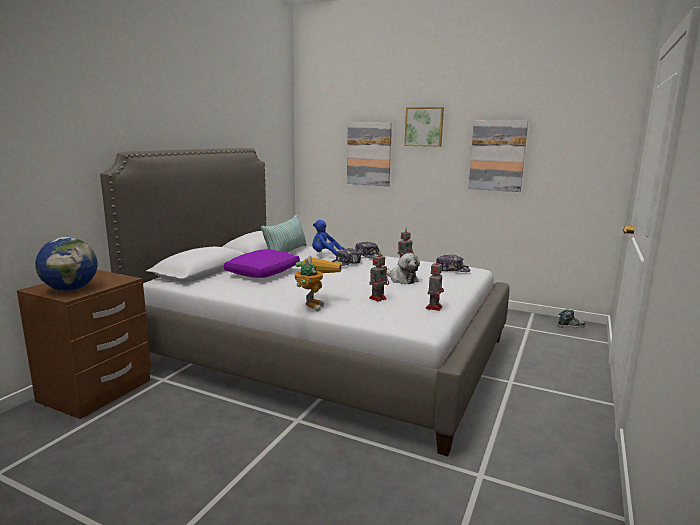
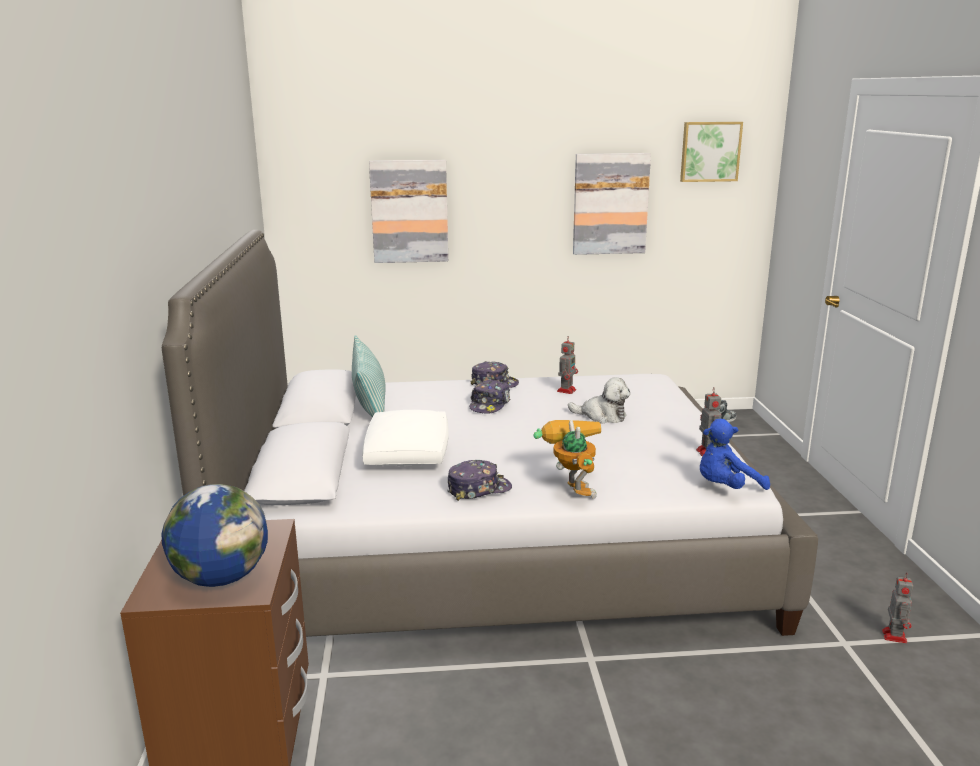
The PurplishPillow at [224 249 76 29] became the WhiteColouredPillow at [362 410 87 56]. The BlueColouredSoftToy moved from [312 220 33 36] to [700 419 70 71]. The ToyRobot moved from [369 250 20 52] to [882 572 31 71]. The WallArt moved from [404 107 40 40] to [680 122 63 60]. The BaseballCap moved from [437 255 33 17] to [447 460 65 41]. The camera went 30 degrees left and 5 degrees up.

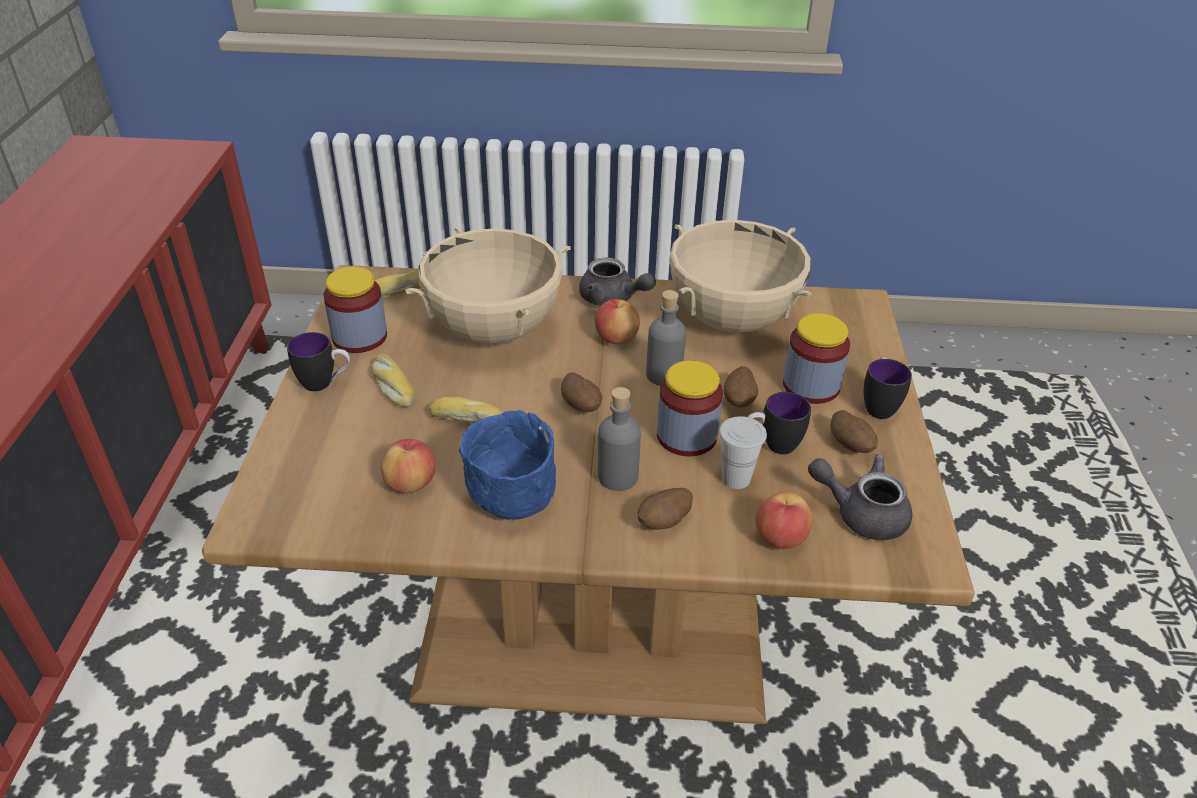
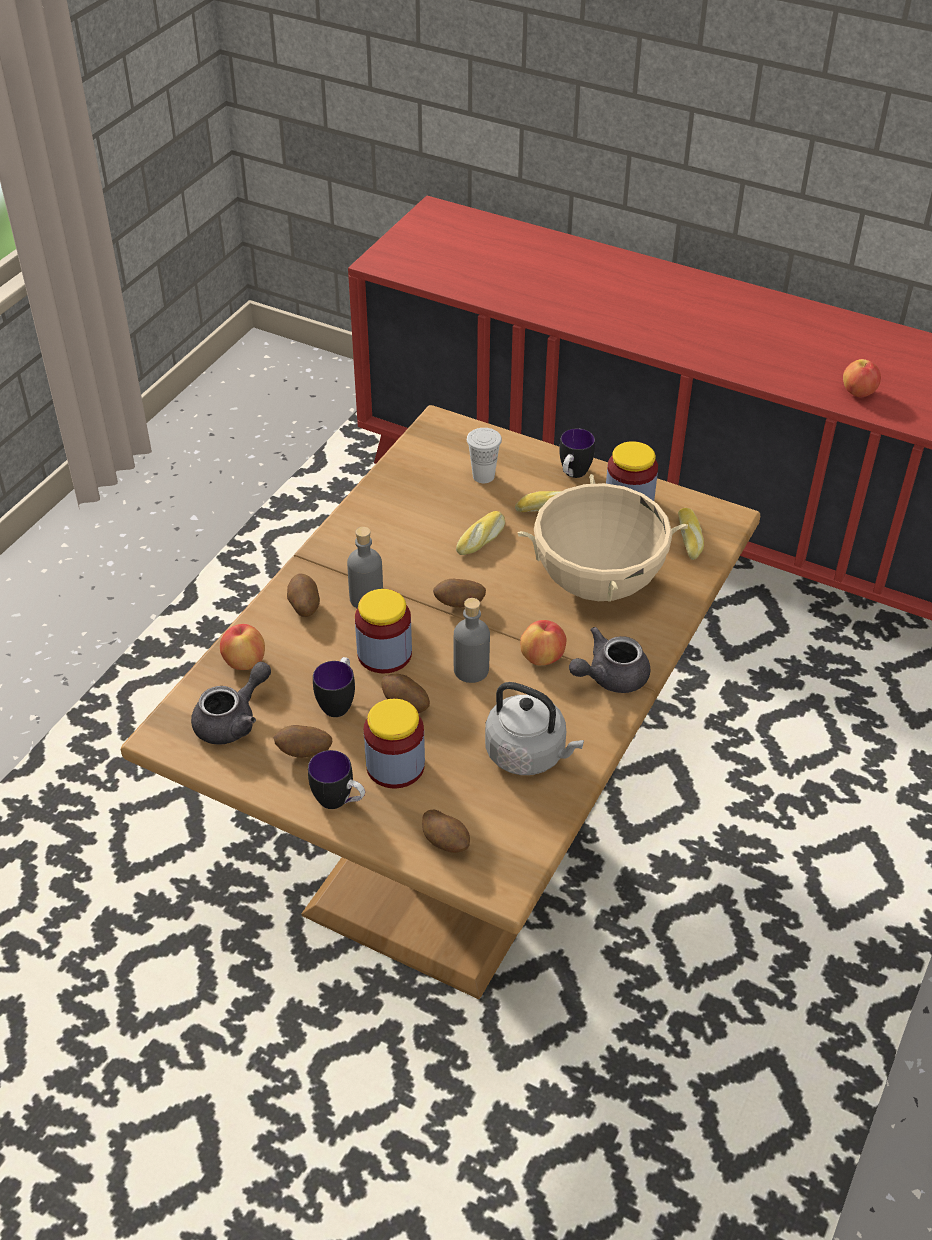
The AppleFruit moved from [380 439 55 54] to [843 359 38 38]. The BlueColouredServingBowl at [459 410 97 110] disappeared. The BeigeColouredCookingPot at [669 220 143 113] was replaced by the GreyishTeaKettle at [485 682 99 93]. The WhiteColouredDrinkingCup moved from [719 416 48 73] to [467 428 35 55]. The Potato at [422 810 48 43] appeared. The camera went 115 degrees right and 5 degrees up.

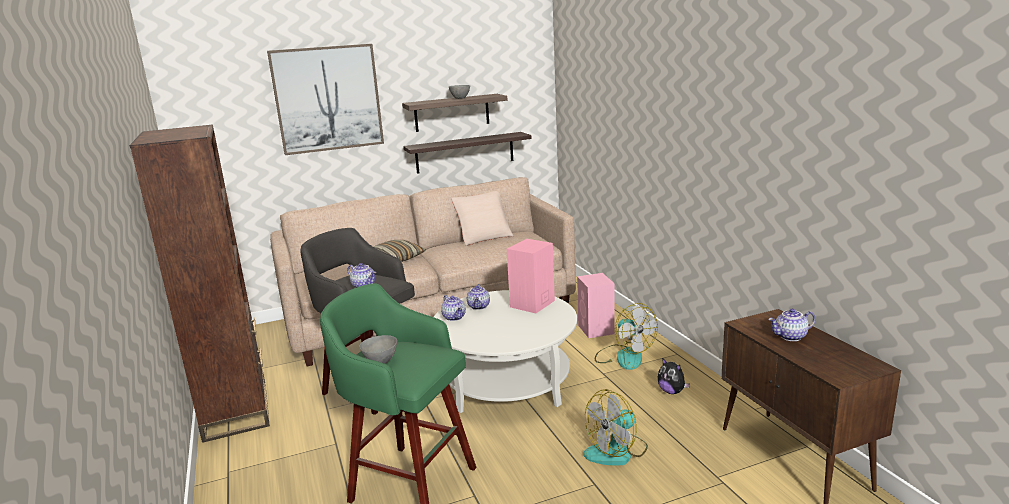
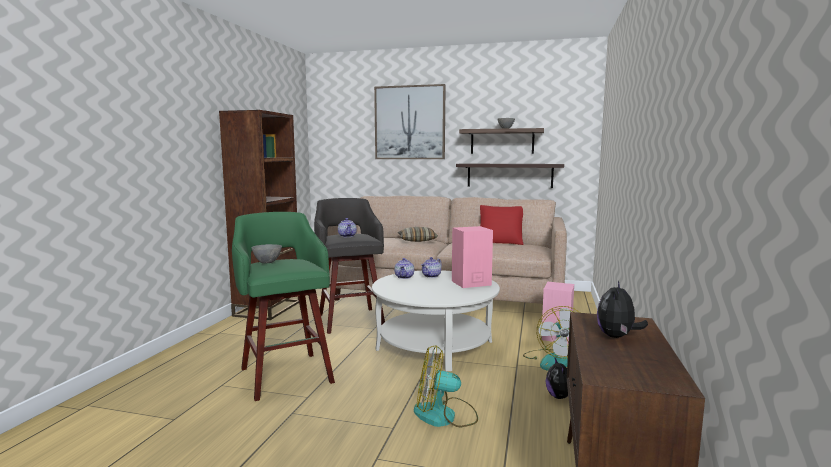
The BeigeColouredPillow at [451 191 62 55] became the RedPillow at [480 205 44 40]. The TeaPot at [768 309 48 32] was replaced by the SoftToy at [597 281 51 57]. The camera went 35 degrees right and 10 degrees down.

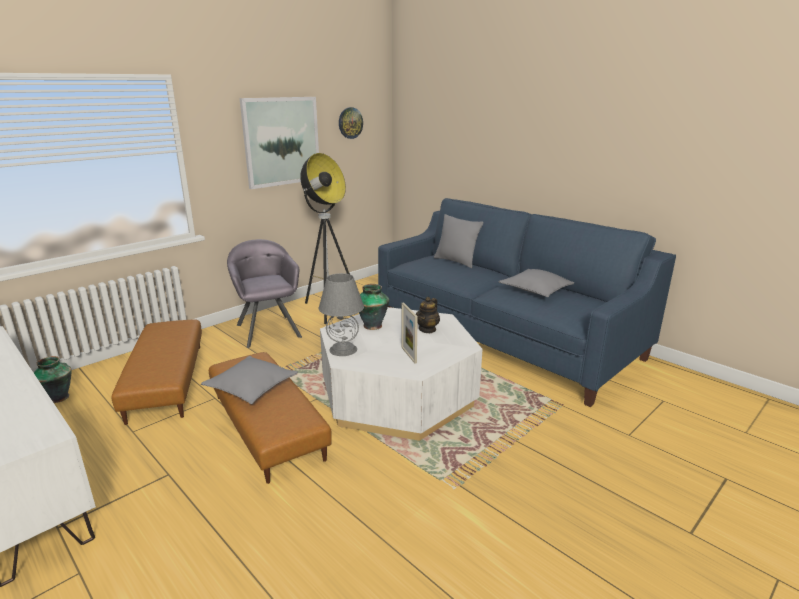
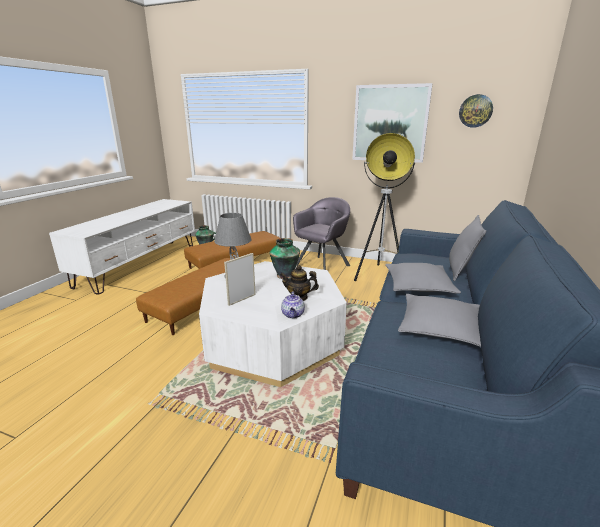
The GreyishPillow moved from [201 356 97 48] to [385 263 76 30]. The TeaPot at [281 291 24 28] appeared. The camera went 65 degrees right and 0 degrees up.

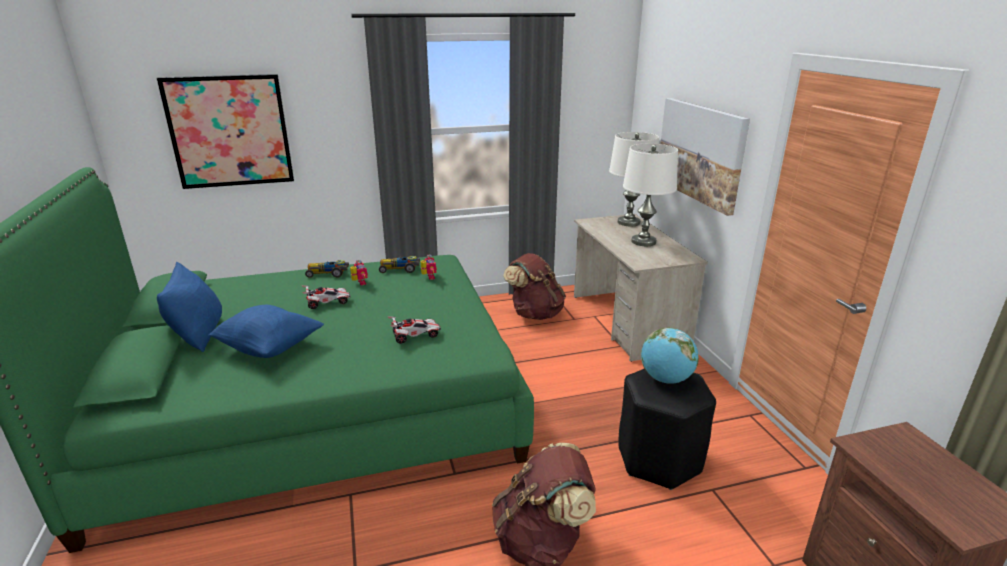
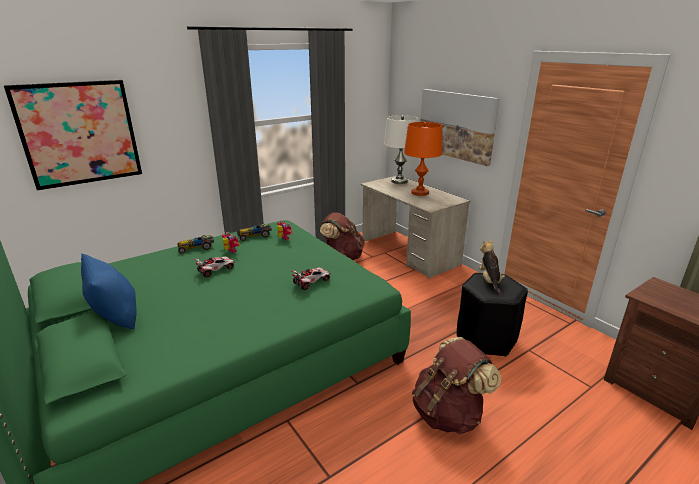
The BlueColouredPillow at [208 305 116 53] disappeared. The WhiteColouredTabletopLamp at [623 144 55 102] became the OrangeColouredTabletopLamp at [404 122 38 74]. The DeskGlobe at [641 328 58 56] was replaced by the SoftToy at [479 239 26 57]. The camera went 20 degrees left and 0 degrees up.

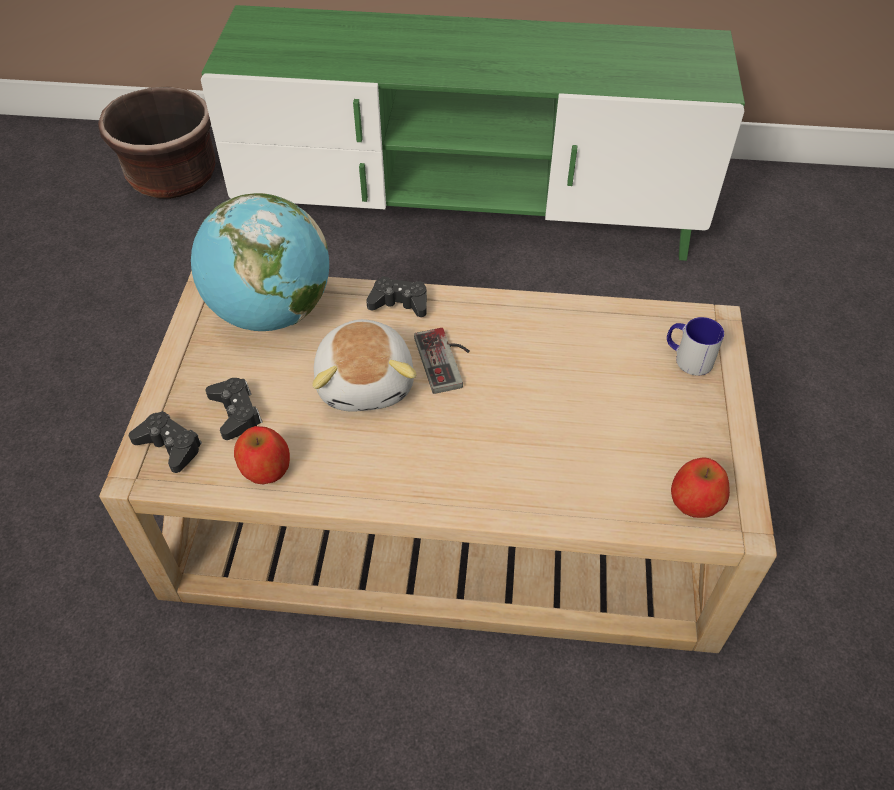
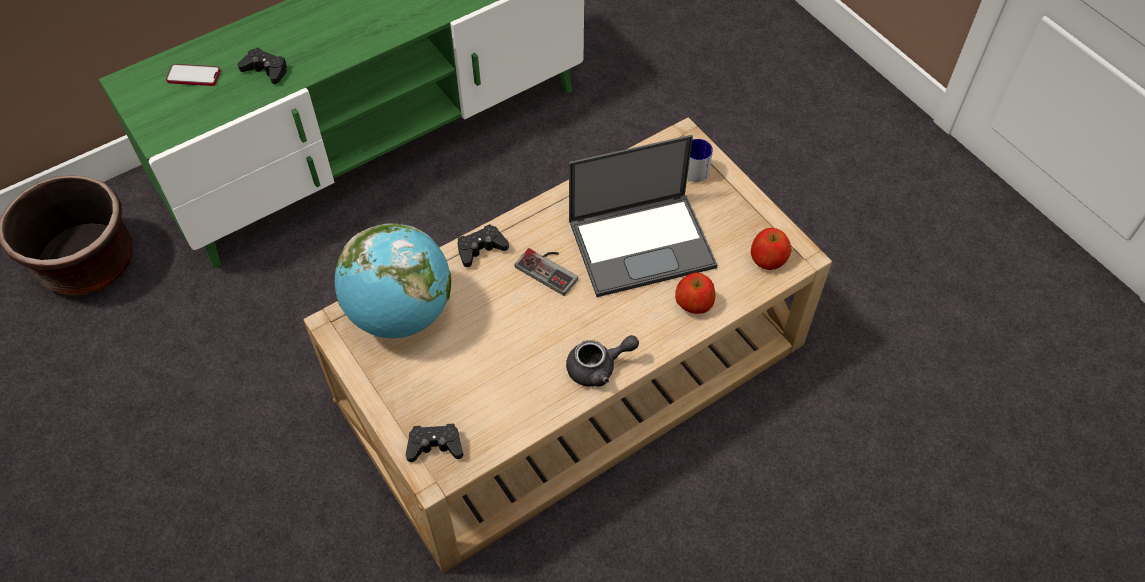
The BlackGameController moved from [206 378 57 62] to [238 48 49 36]. The AppleFruit moved from [234 426 56 58] to [675 273 41 41]. The SoftToy at [313 319 103 93] disappeared. The Phone at [166 64 55 22] appeared. The GreyishTeaPot at [566 335 73 51] appeared. The Laptop at [569 135 148 162] appeared. The camera went 40 degrees left and 5 degrees up.

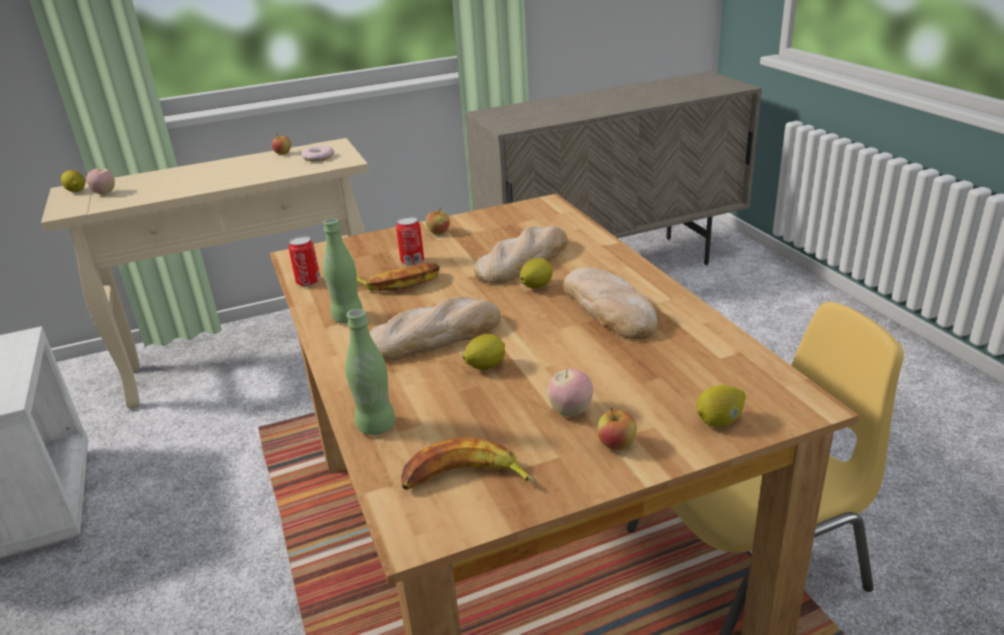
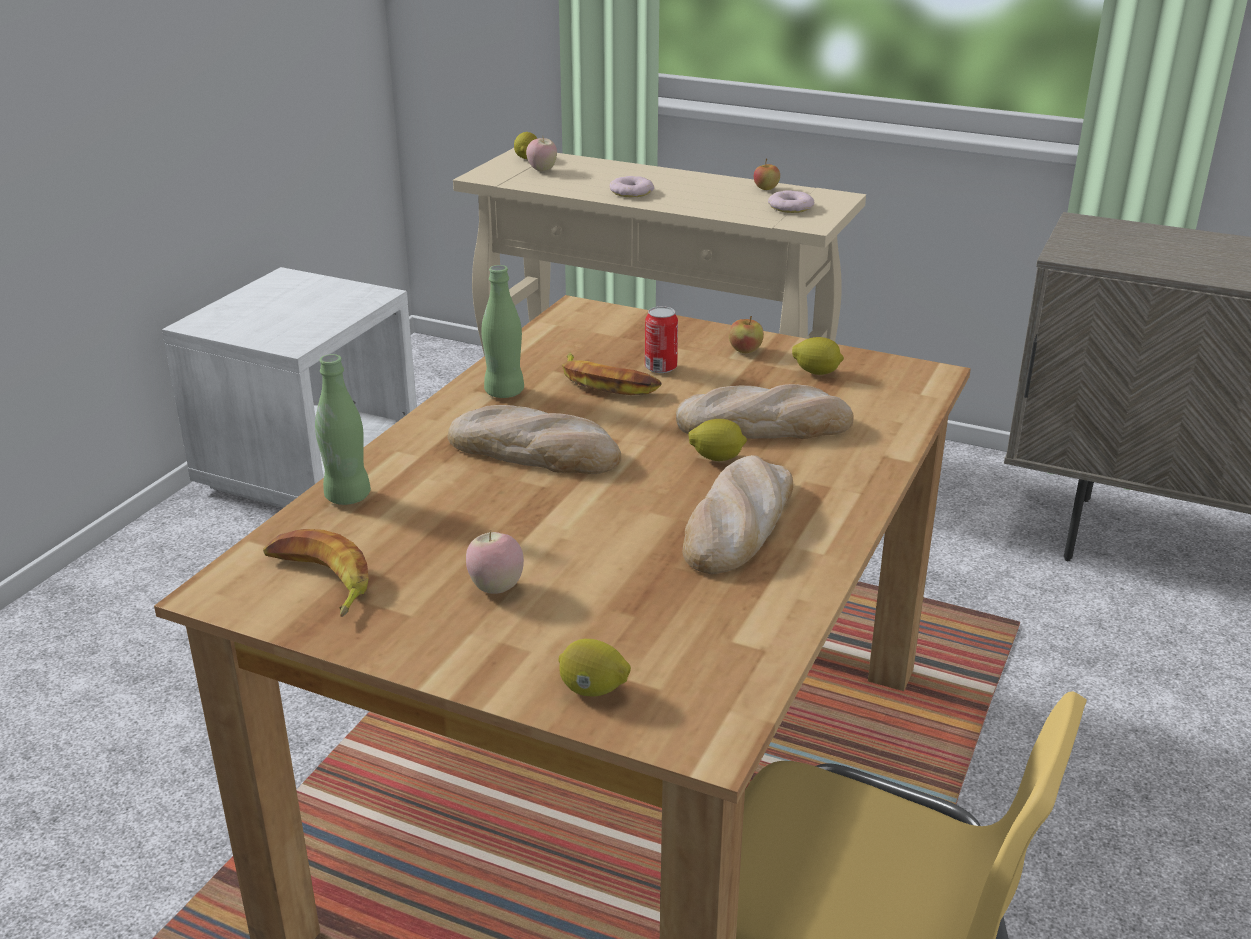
The MetalCan at [289 236 31 50] disappeared. The CitrusFruit moved from [463 334 42 36] to [792 337 52 38]. The AppleFruit at [597 407 40 43] disappeared. The Doughnut at [609 176 45 21] appeared. The camera went 45 degrees right and 0 degrees up.

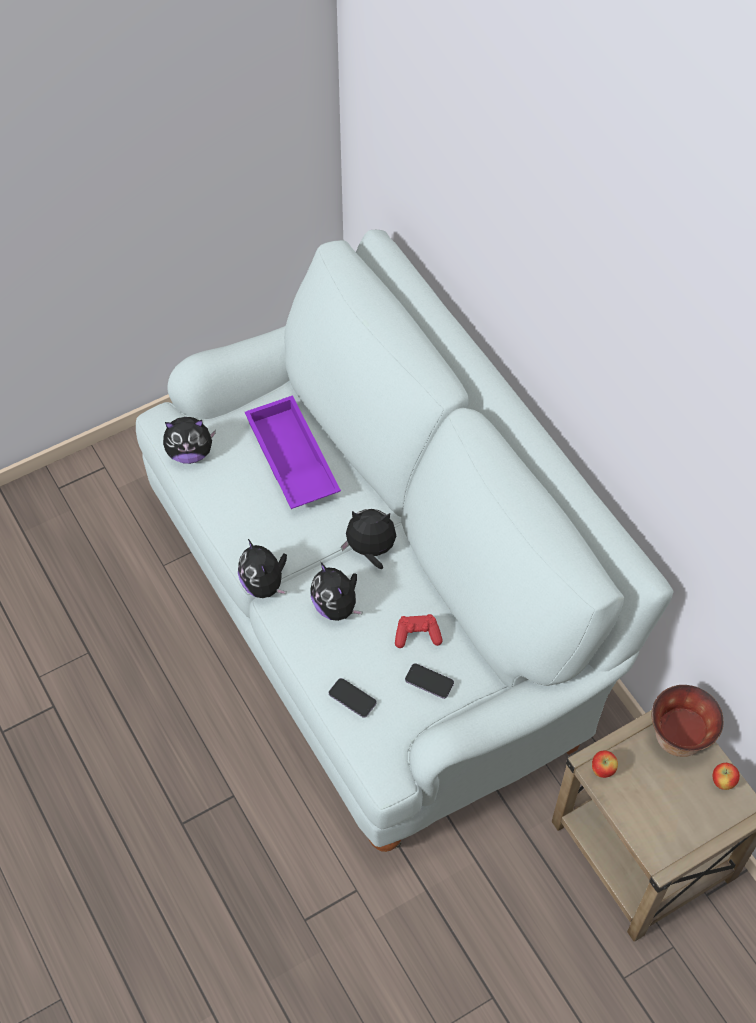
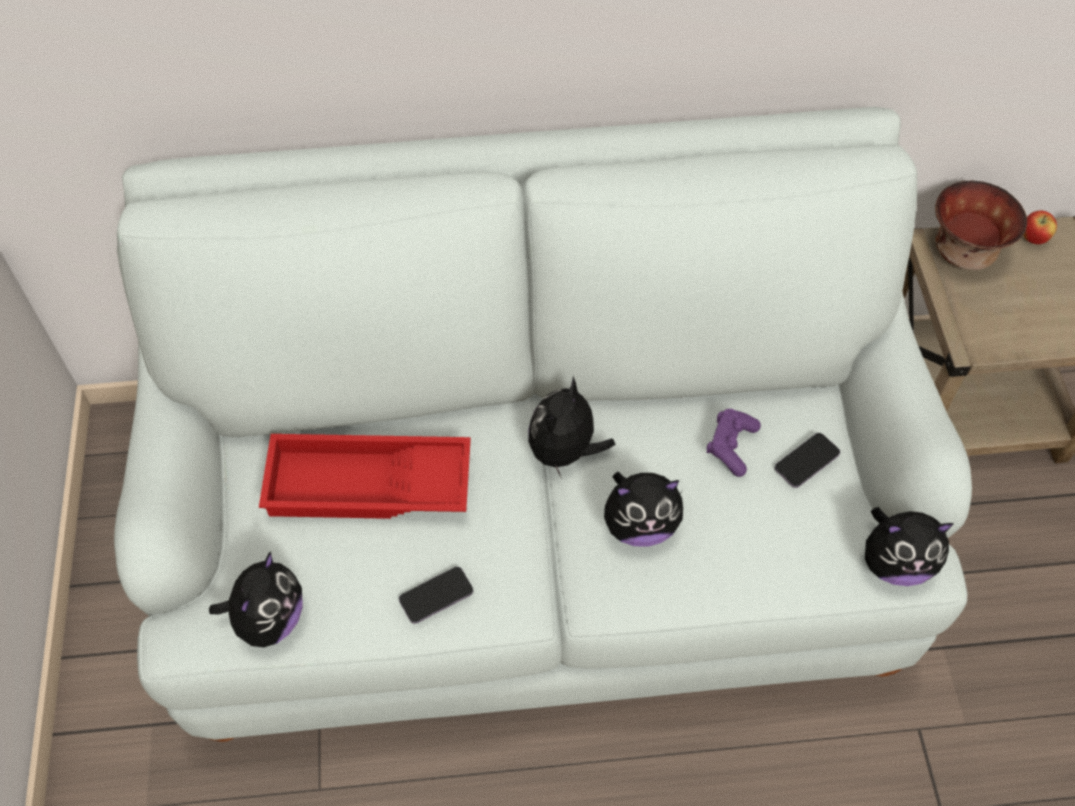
The SoftToy moved from [238 539 49 59] to [865 507 89 79]. The PurplishCarryingTray at [245 395 96 114] became the RedCarryingTray at [259 434 212 85]. The Phone moved from [329 678 48 40] to [399 567 74 57]. The RedGameController at [395 614 48 34] became the PurplishGameController at [706 409 55 68]. The AppleFruit at [592 750 26 28] disappeared. The camera went 65 degrees left and 0 degrees up.

